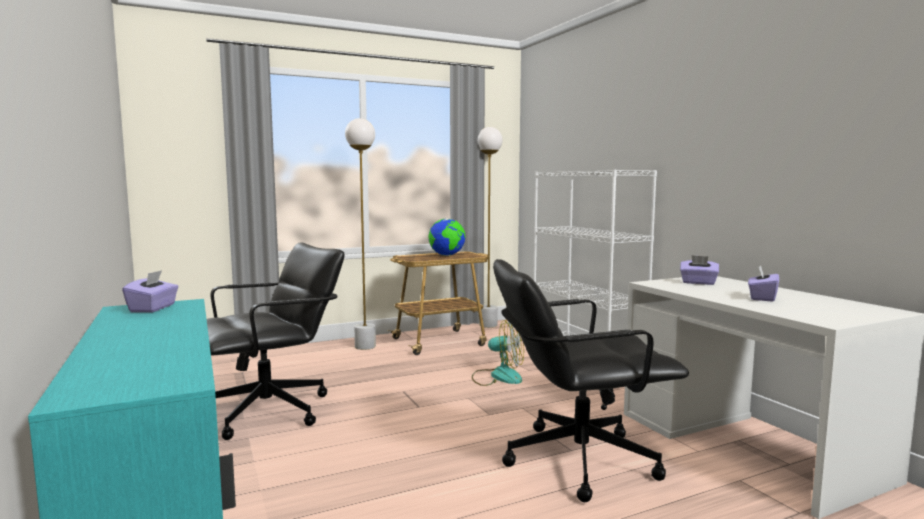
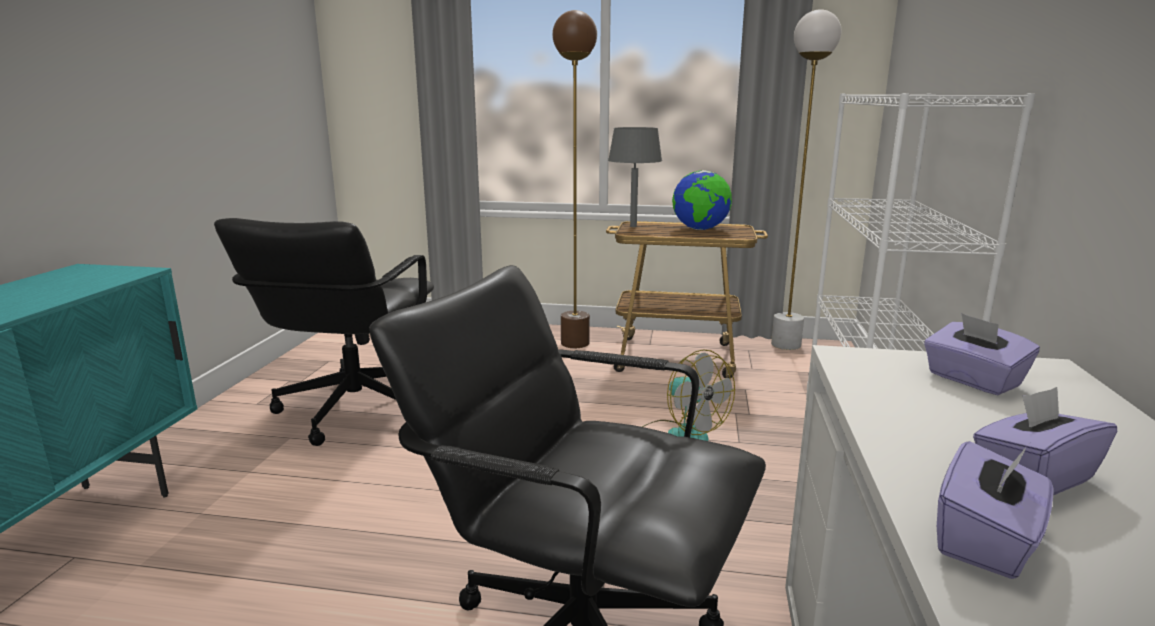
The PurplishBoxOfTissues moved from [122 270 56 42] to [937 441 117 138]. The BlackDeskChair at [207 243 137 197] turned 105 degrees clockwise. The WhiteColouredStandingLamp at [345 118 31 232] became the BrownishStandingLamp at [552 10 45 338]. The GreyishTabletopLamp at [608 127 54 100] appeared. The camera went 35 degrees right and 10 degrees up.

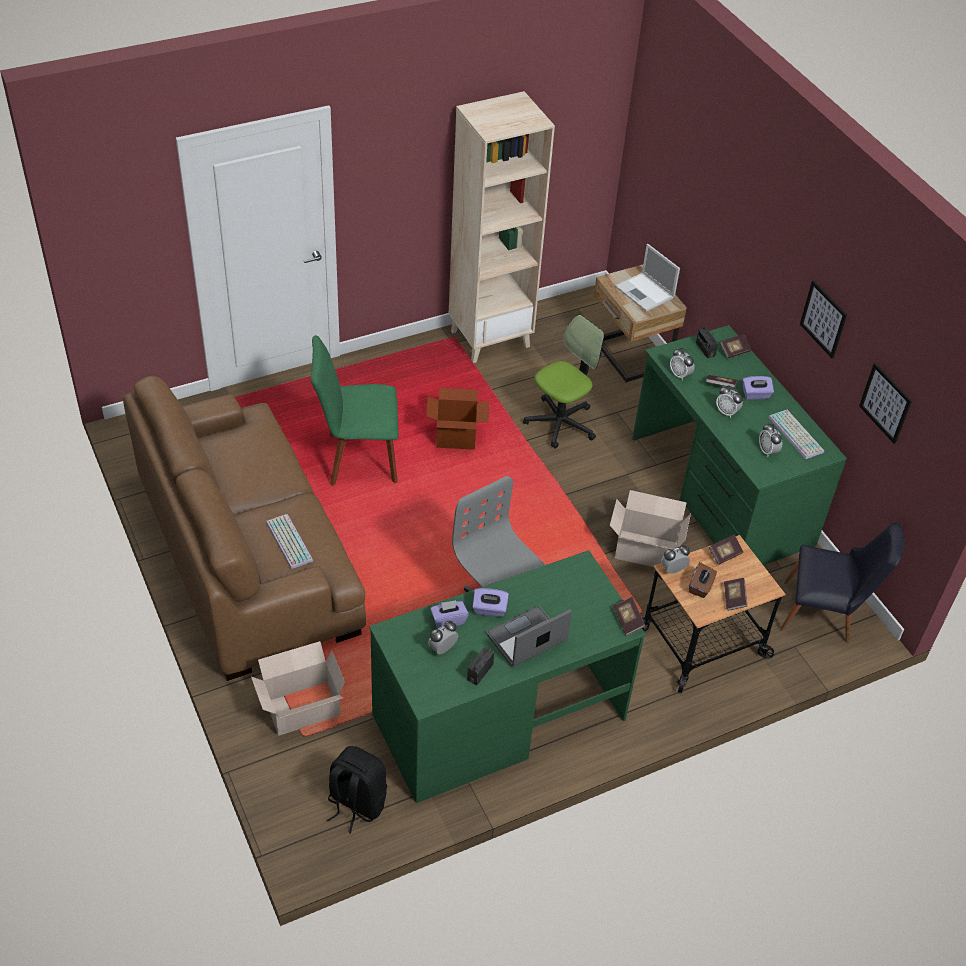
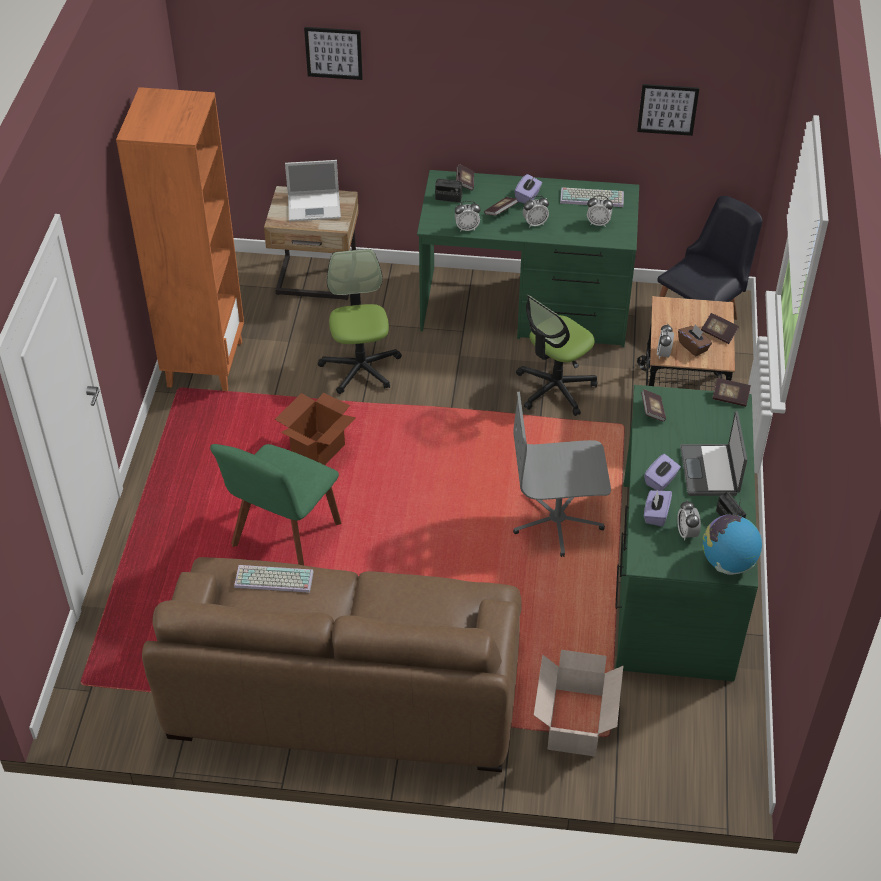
The ComputerKeyboard moved from [266 514 47 55] to [234 565 80 28]. The BlackKnapsack at [327 746 60 87] disappeared. The BeigeColouredShelvingUnit at [449 91 106 272] became the OrangeColouredShelvingUnit at [116 87 128 304]. The CardboardBox at [610 490 81 77] was replaced by the DeskChair at [516 295 81 121]. The Book moved from [709 535 34 30] to [641 389 25 33]. The WallArt moved from [800 280 47 78] to [304 27 59 53]. The DeskGlobe at [703 515 59 60] appeared. The camera went 55 degrees left and 0 degrees up.

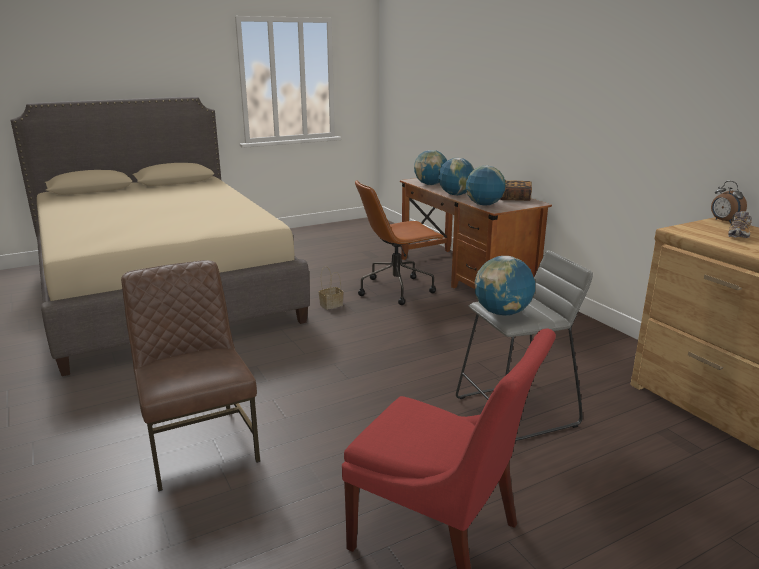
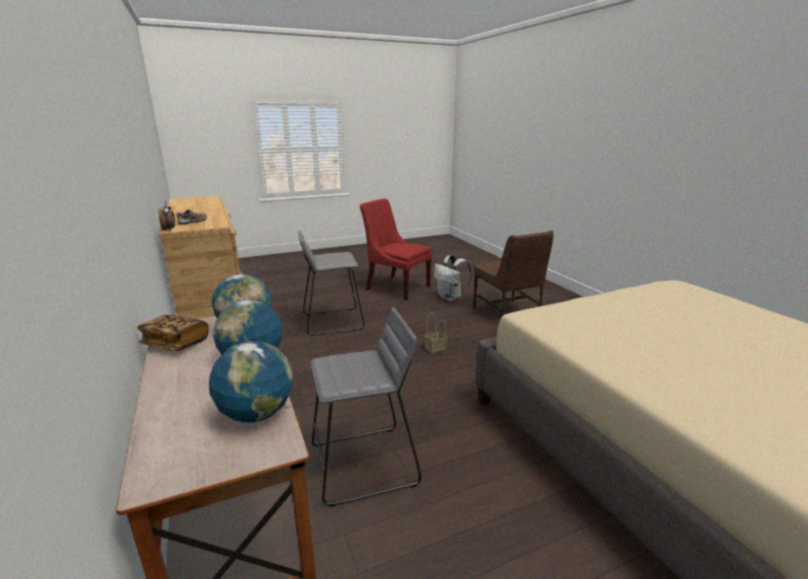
The StorageBasket moved from [319 266 25 44] to [424 313 23 40]. The BrownishDeskChair at [355 180 90 125] was replaced by the GreyishStool at [310 307 111 200]. The DeskGlobe at [475 256 60 60] disappeared. The WhiteColouredKnapsack at [433 255 39 46] appeared. The camera went 175 degrees left and 0 degrees up.

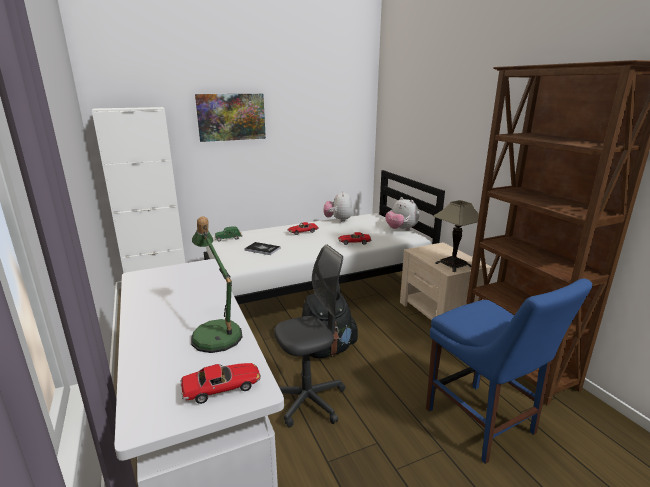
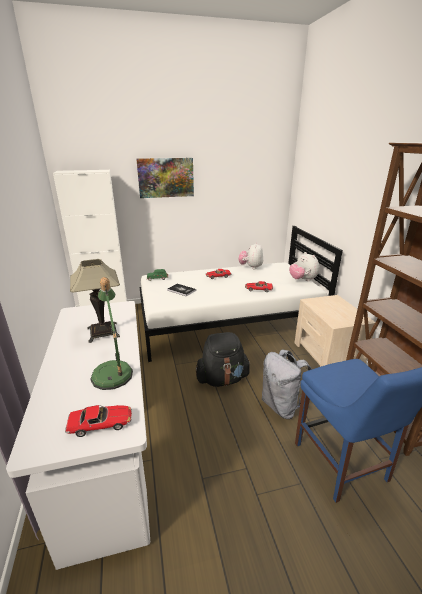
The GreyishDeskChair at [274 245 71 183] disappeared. The TabletopLamp moved from [433 200 46 72] to [70 259 50 84]. The GreyishKnapsack at [262 349 50 70] appeared. The camera went 10 degrees right and 5 degrees up.

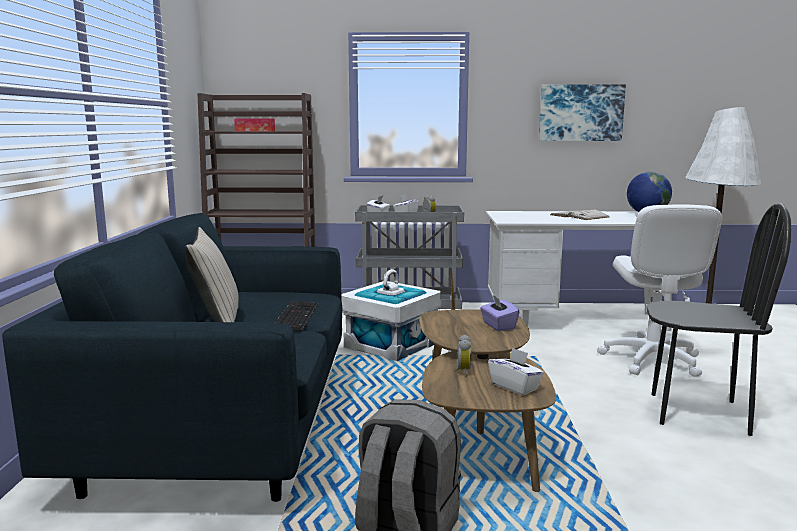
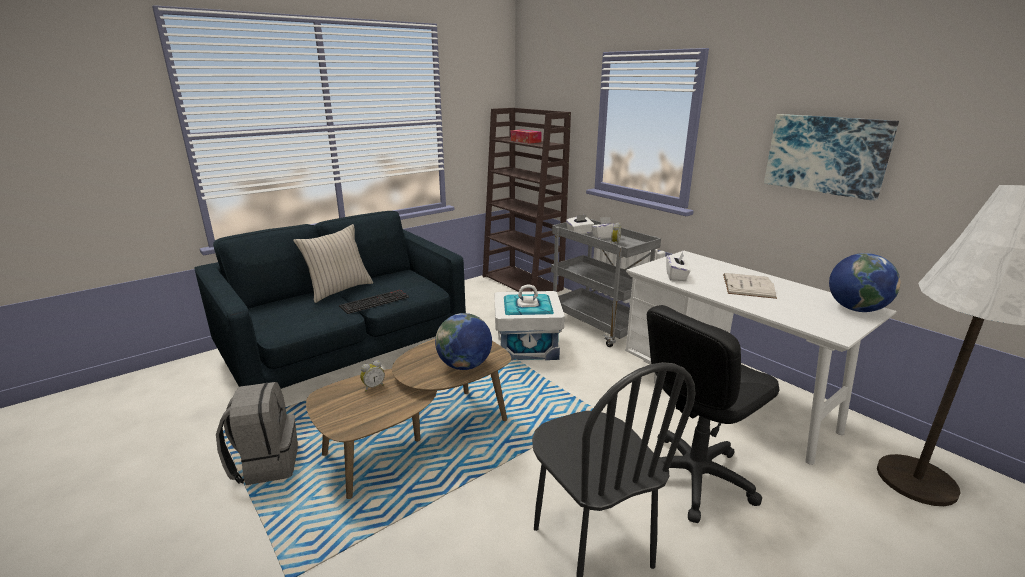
The PurplishBoxOfTissues at [480 295 39 36] was replaced by the DeskGlobe at [435 313 57 57]. The WhiteColouredBoxOfTissues moved from [488 347 56 48] to [666 252 25 29]. The WhiteColouredDeskChair at [597 204 125 173] became the BlackDeskChair at [647 305 132 218]. The camera went 50 degrees right and 10 degrees up.

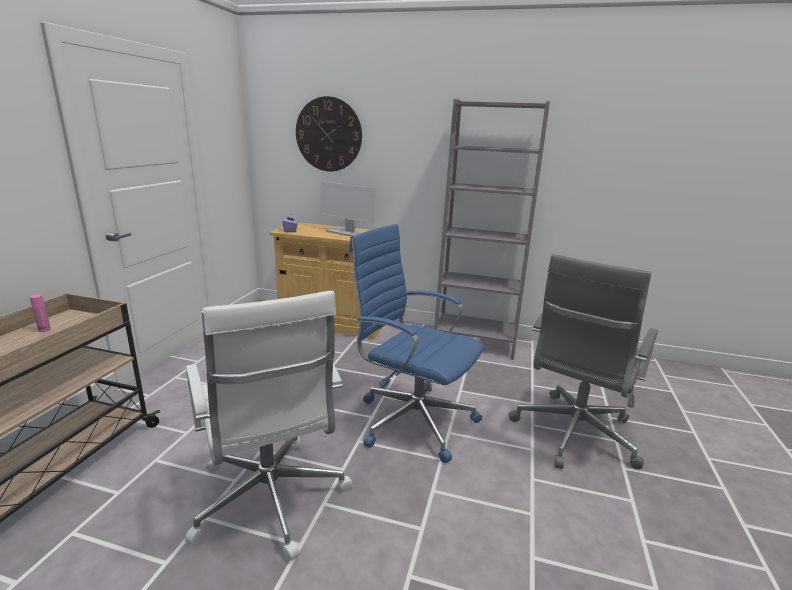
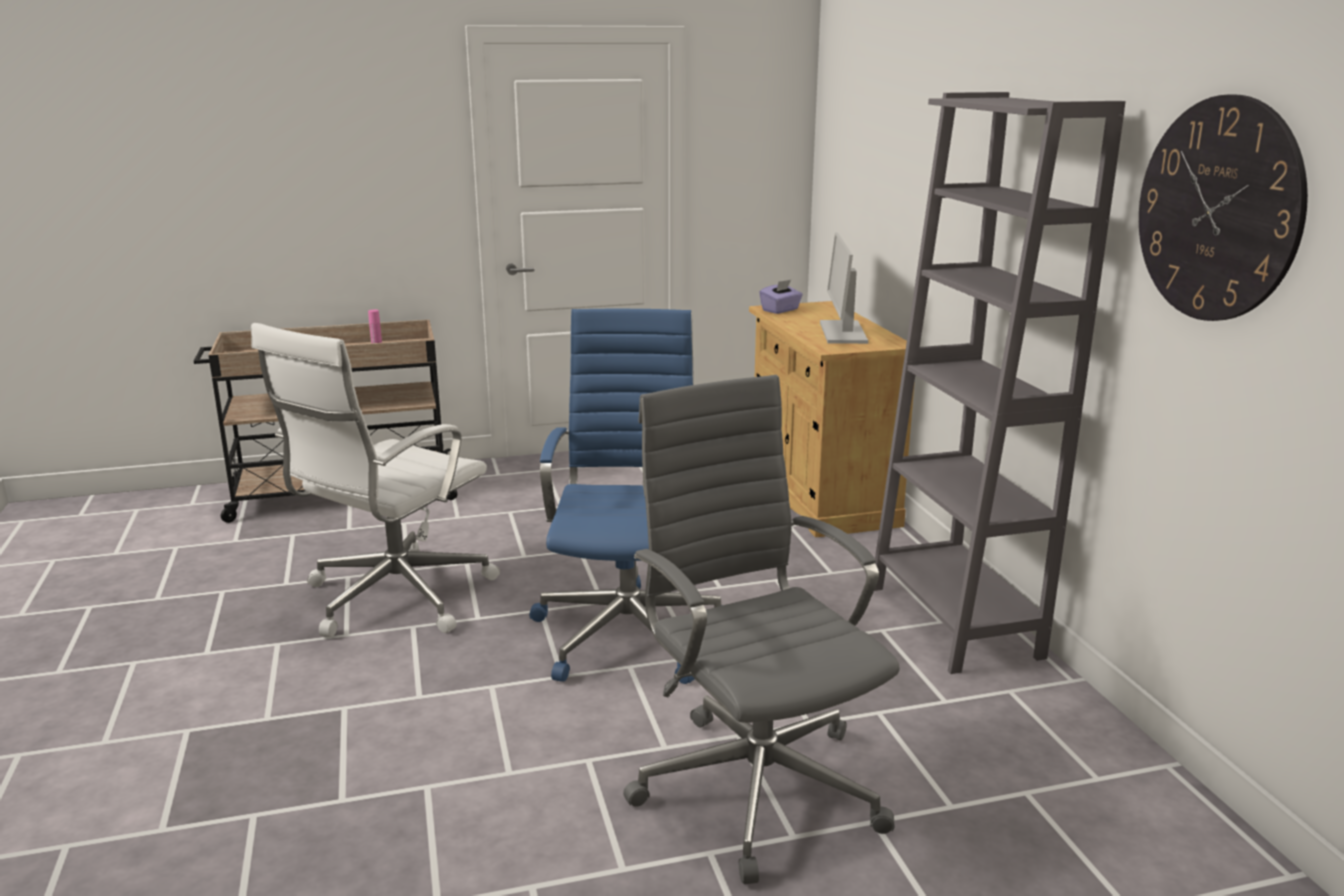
The ClockOnTheWall moved from [296 96 66 76] to [1139 94 169 227]. The GreyishDeskChair at [508 254 150 215] turned 60 degrees clockwise. The camera went 60 degrees right and 0 degrees up.

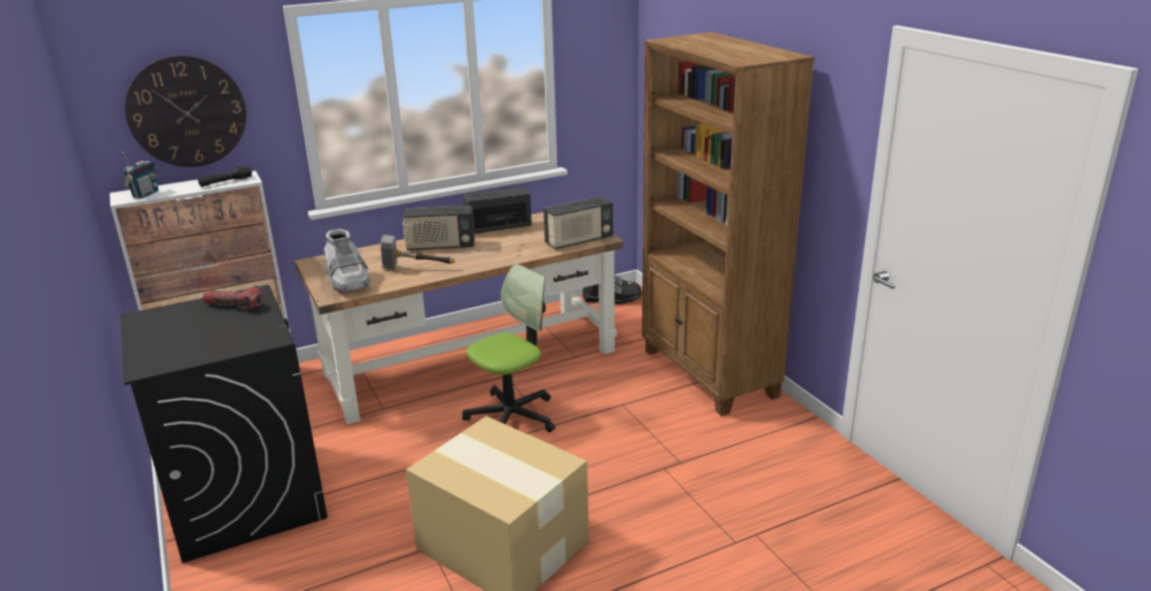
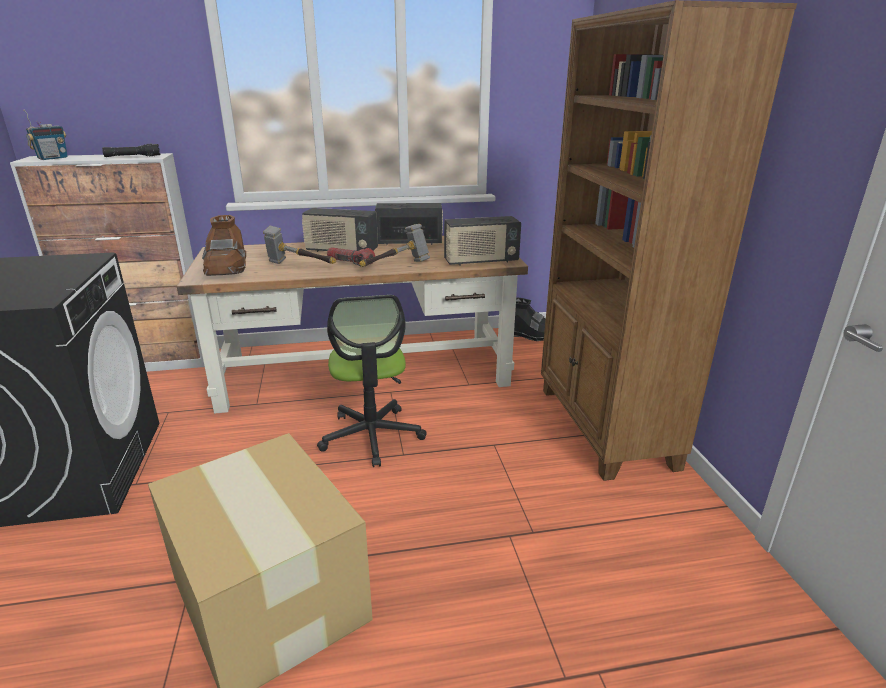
The ClockOnTheWall at [125 55 121 112] disappeared. The HandTorch moved from [203 287 60 24] to [327 247 48 20]. The GreyishHighTopBoot at [324 229 46 63] became the BrownishHighTopBoot at [202 215 44 61]. The DeskChair at [462 264 93 168] turned 105 degrees clockwise. The HandHammer at [359 224 71 43] appeared. The camera went 15 degrees right and 0 degrees up.

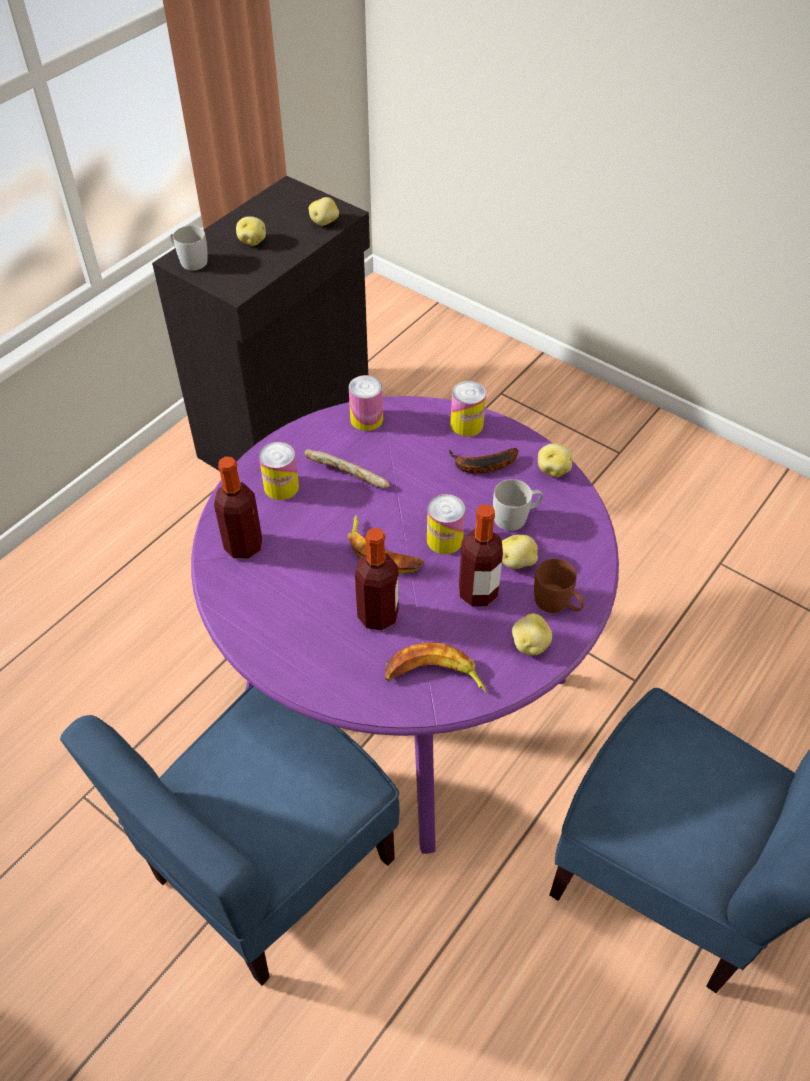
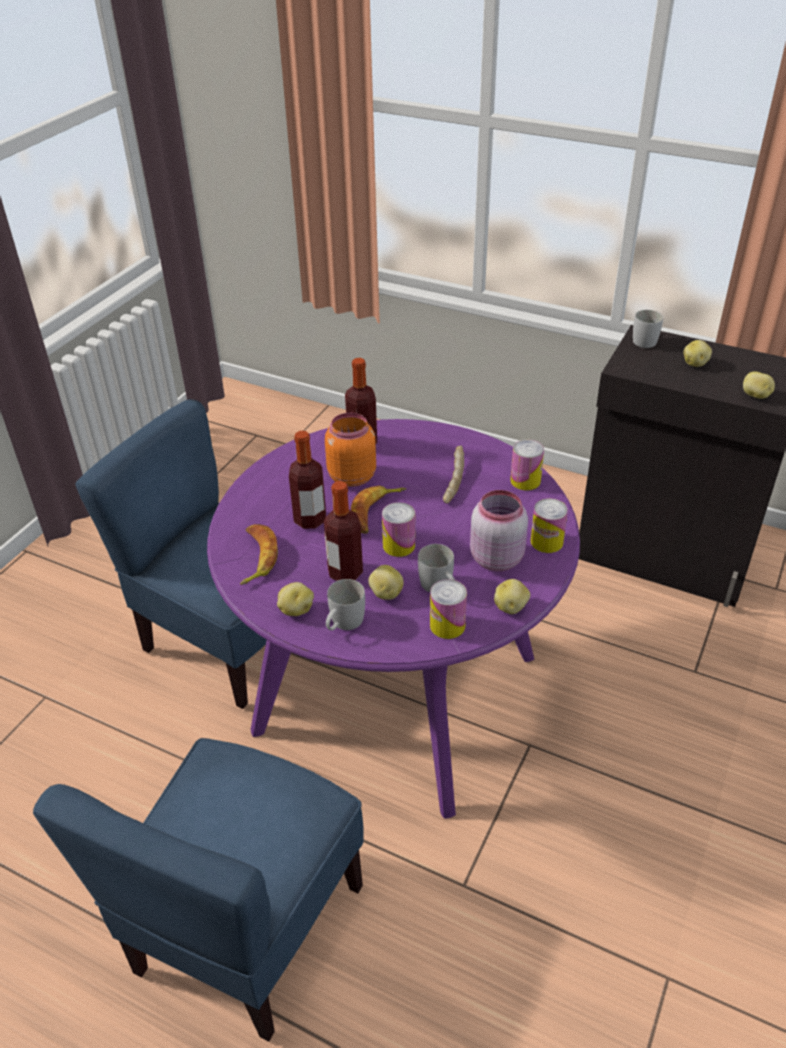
The MetalCan moved from [259 442 40 58] to [430 579 37 60]. The BananaFruit at [449 448 69 25] was replaced by the PinkColouredJar at [470 490 58 81]. The BrownishTeaMug at [534 559 50 54] became the WhiteColouredTeaMug at [326 579 39 51]. The OrangeColouredJar at [325 413 51 74] appeared. The camera went 80 degrees right and 10 degrees down.

